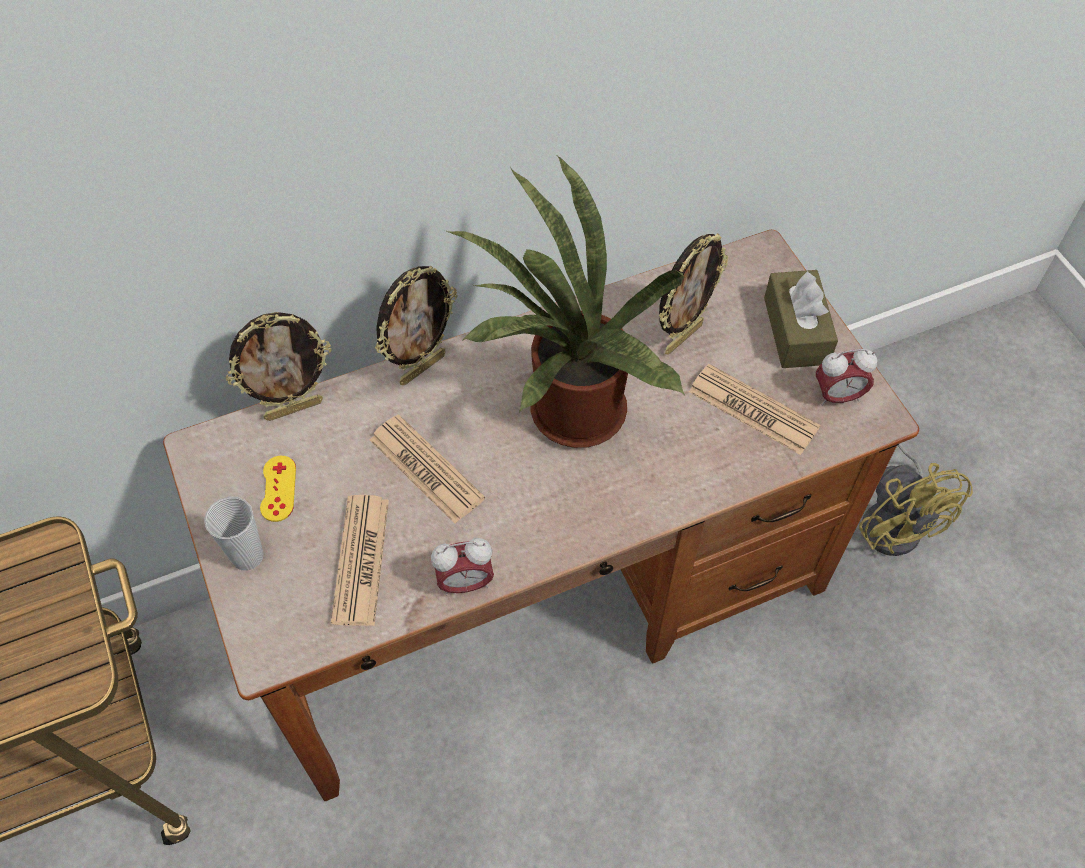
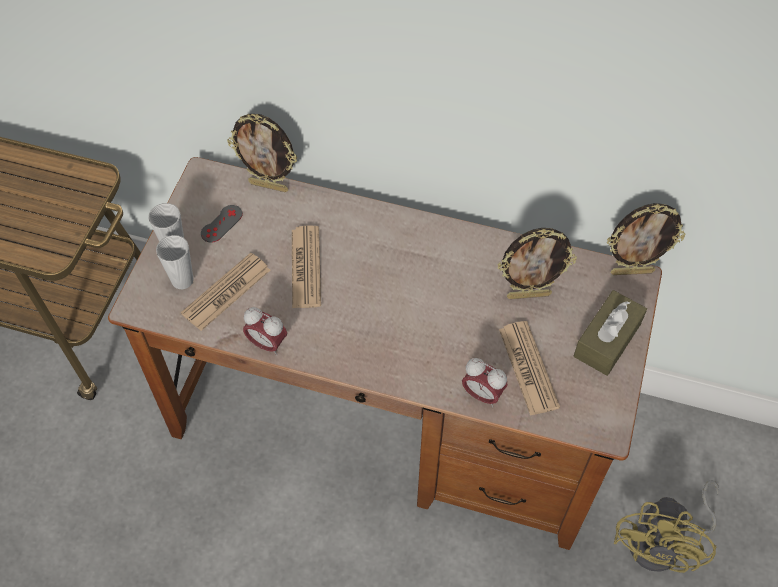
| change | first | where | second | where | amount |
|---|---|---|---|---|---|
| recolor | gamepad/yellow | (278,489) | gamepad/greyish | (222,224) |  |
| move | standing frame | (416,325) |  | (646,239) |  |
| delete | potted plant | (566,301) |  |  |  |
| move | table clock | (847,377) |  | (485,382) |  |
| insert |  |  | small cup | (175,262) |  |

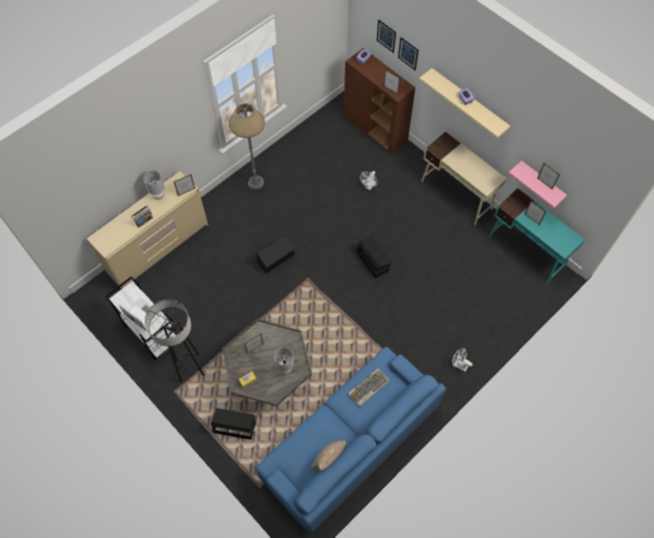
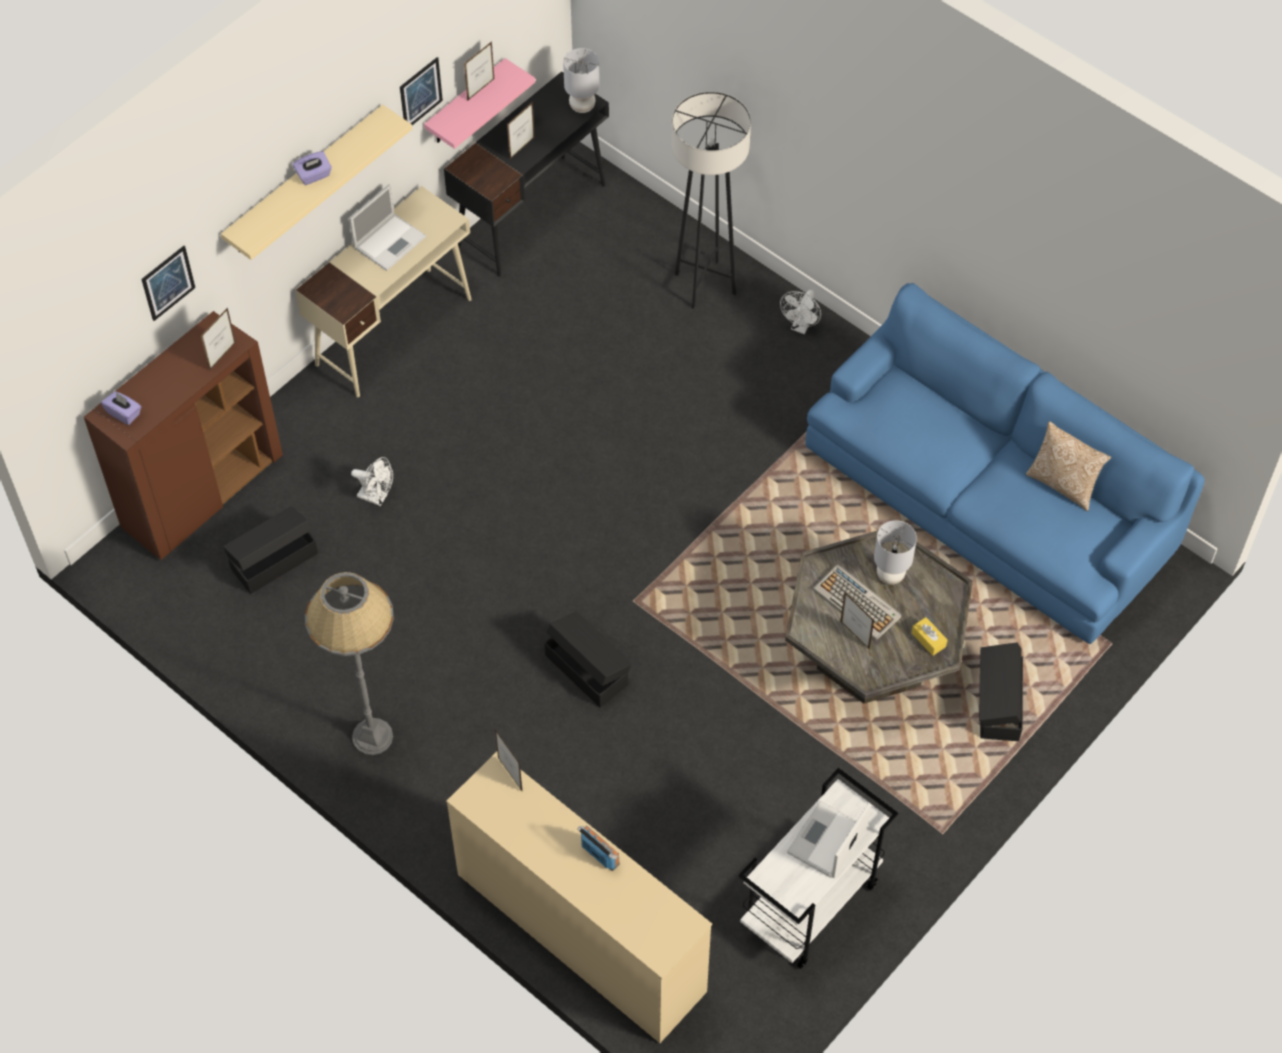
| change | first | where | second | where | amount |
|---|---|---|---|---|---|
| move | tabletop lamp/greyish | (154,185) |  | (581,80) |  |
| move | standing lamp/black | (174,341) |  | (711,200) |  |
| move | PC keyboard | (369,387) |  | (857,602) |  |
| move | storage bin/black | (374,258) |  | (270,550) |  |
| move | wall picture | (386,36) |  | (421,91) |  |
| recolor | desk/turquoise-coloured | (537,236) | desk/black | (526,174) |  |
| insert |  |  | notebook computer | (387,227) |  |

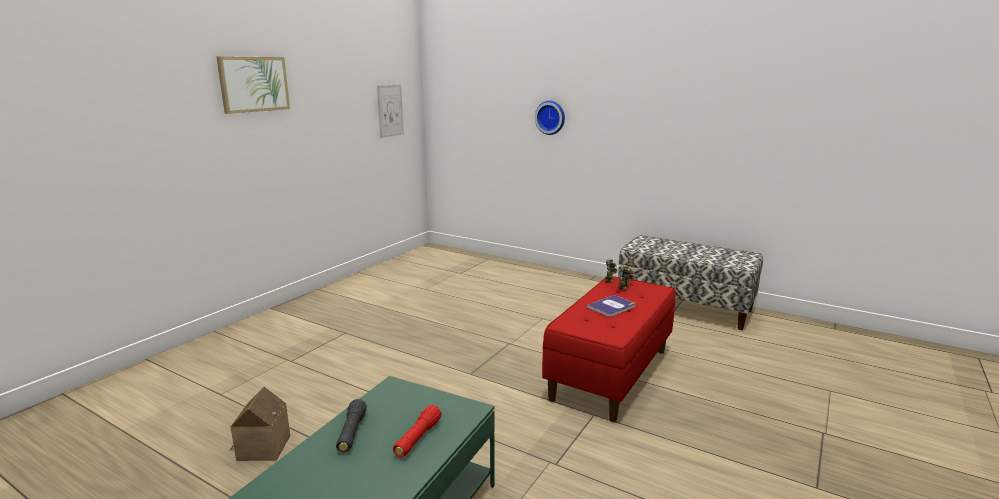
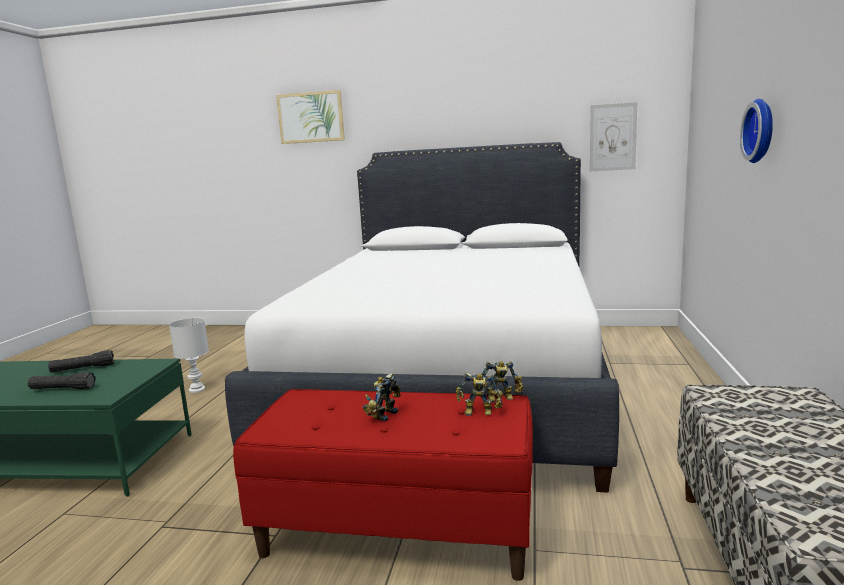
| change | first | where | second | where | amount |
|---|---|---|---|---|---|
| move | wall picture | (253,85) |  | (310,117) |  |
| replace | miniature house | (260,424) | tabletop lamp/whitish | (189,355) |  |
| recolor | hand torch/red-coloured | (417,431) | hand torch/black | (62,380) |  |
| replace | volume | (611,306) | robot figure | (381,397) |  |
| insert |  |  | sleeping bed/whitish | (422,317) |  |

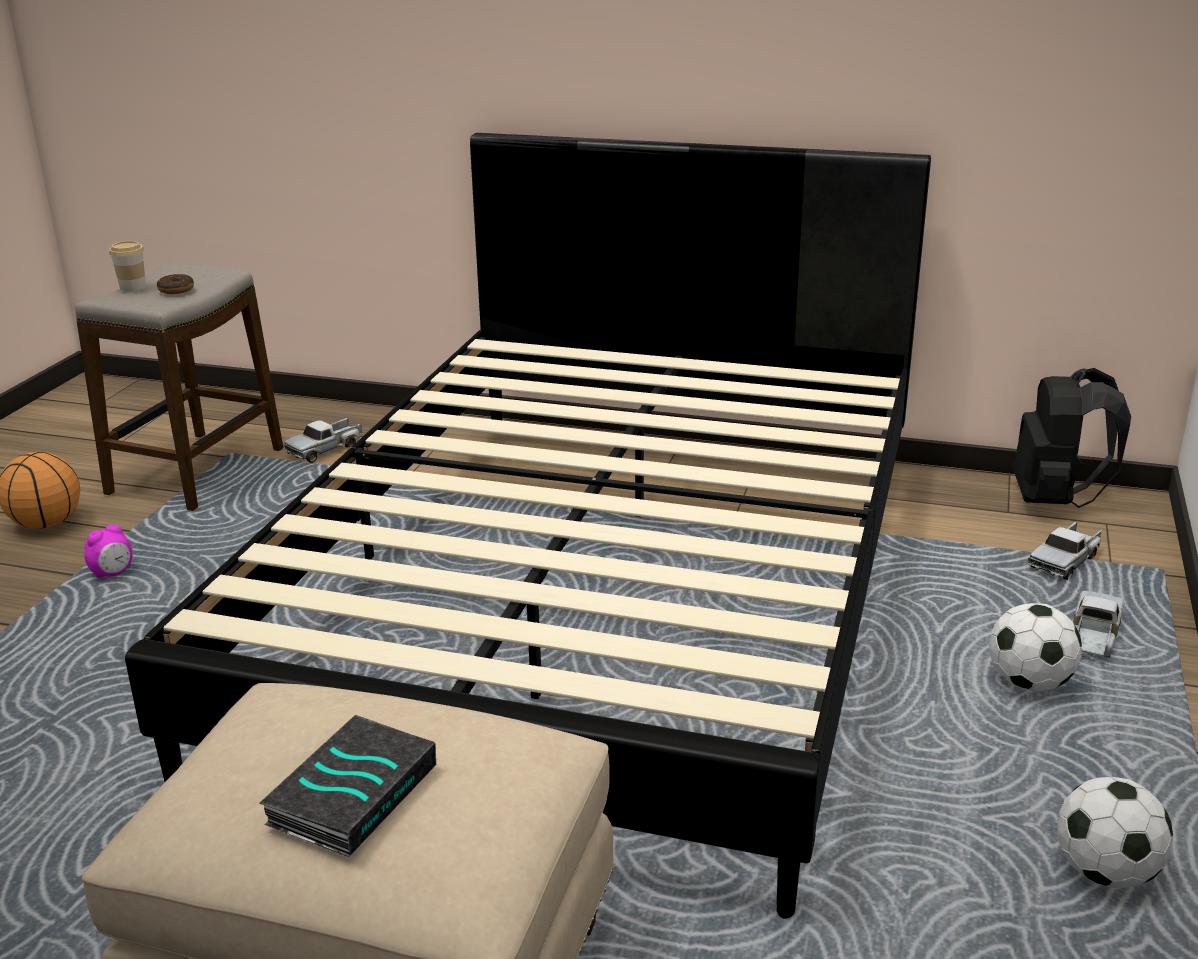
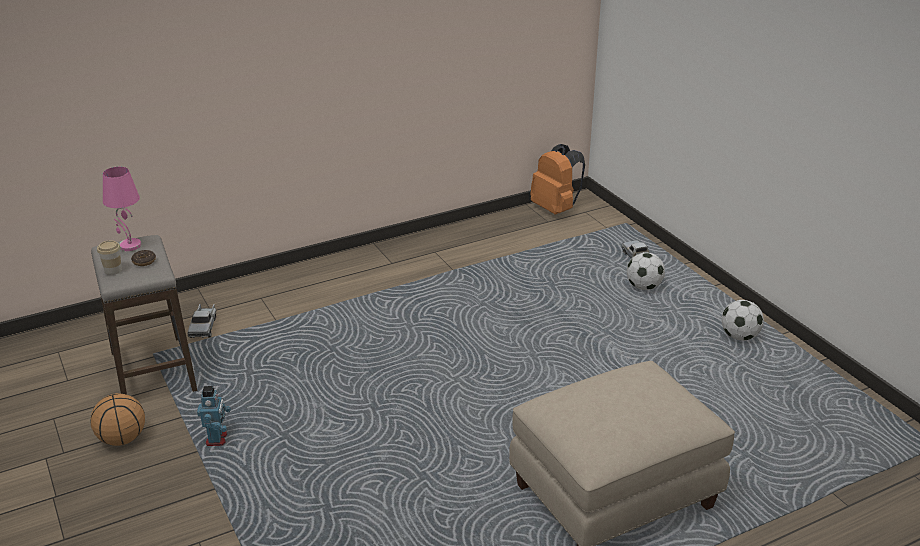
| change | first | where | second | where | amount |
|---|---|---|---|---|---|
| replace | table clock | (108,551) | robot figure | (214,416) |  |
| delete | sleeping bed/black | (528,526) |  |  |  |
| delete | volume | (347,786) |  |  |  |
| recolor | rucksack/black | (1071,438) | rucksack/orange | (557,179) |  |
| delete | toy truck | (1065,551) |  |  |  |
| insert |  |  | tabletop lamp/pink-coloured | (122,209) |  |

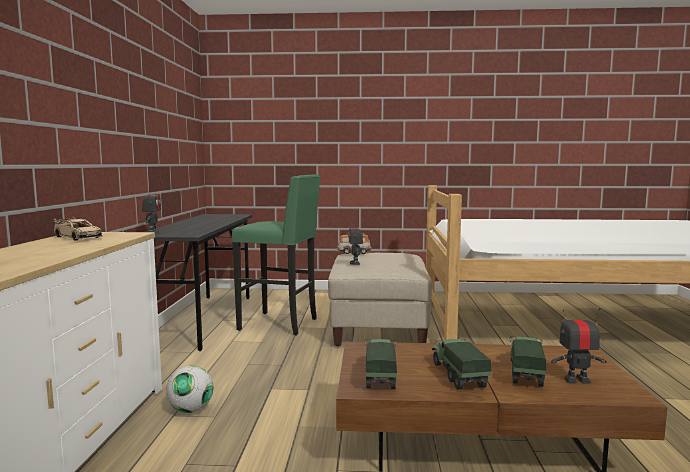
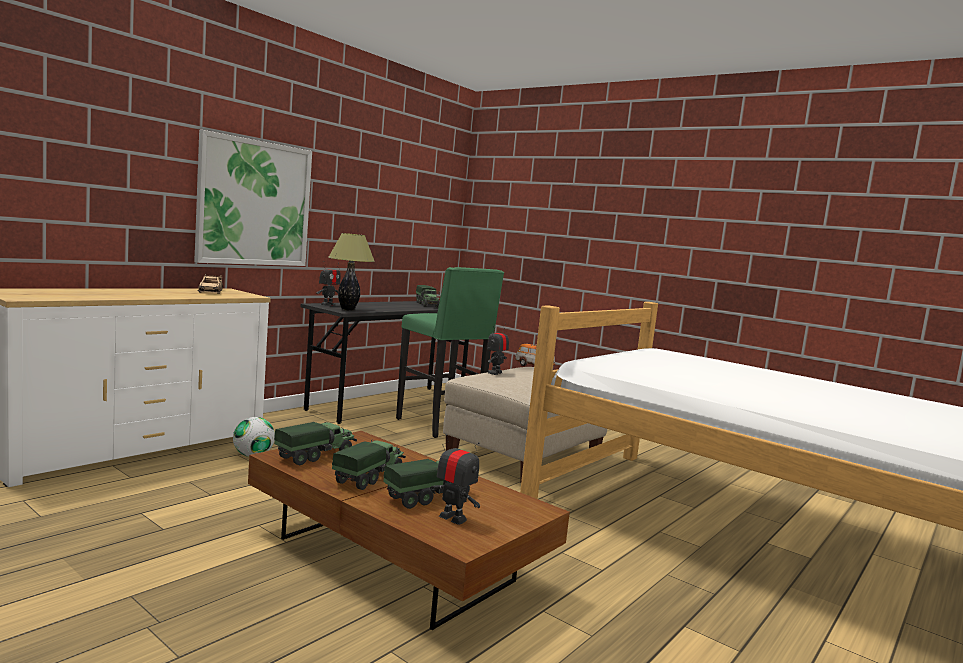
| change | first | where | second | where | amount |
|---|---|---|---|---|---|
| insert |  |  | wall picture | (253,198) |  |
| insert |  |  | tabletop lamp | (351,272) |  |
| insert |  |  | toy truck | (428,296) |  |

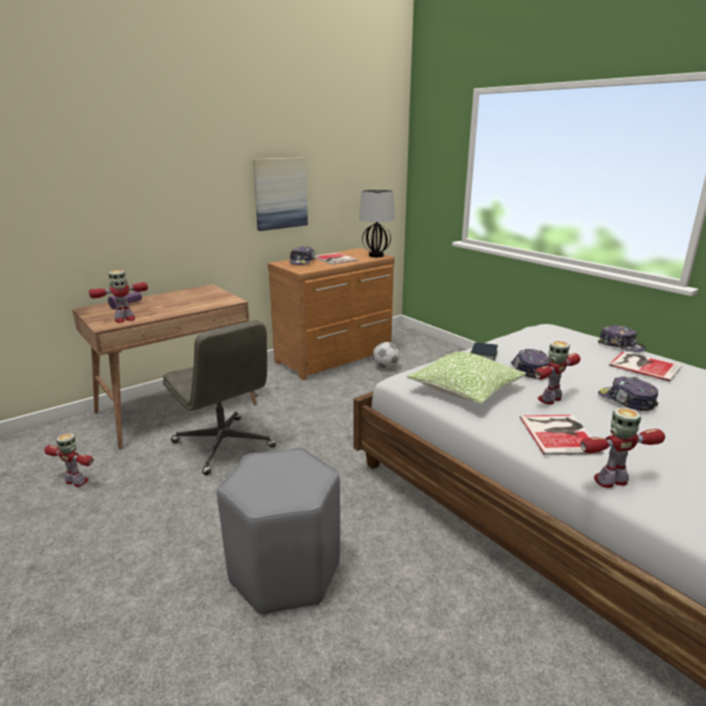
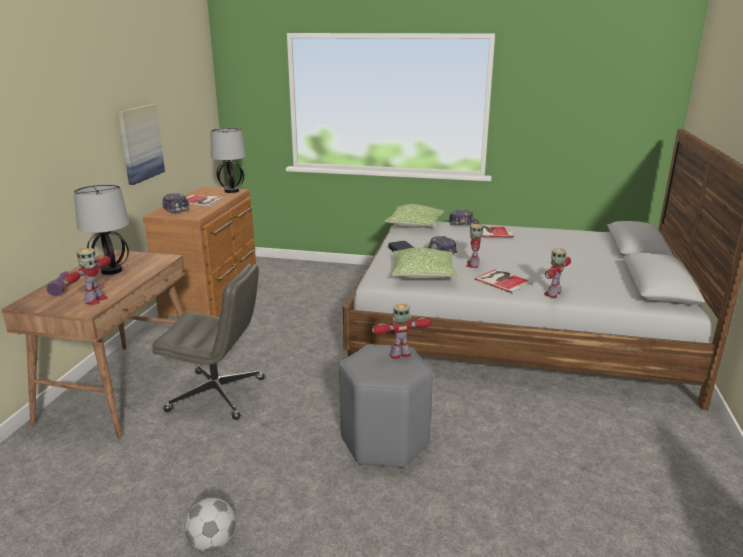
| change | first | where | second | where | amount |
|---|---|---|---|---|---|
| move | robot figure | (69,460) |  | (401,331) |  |
| move | football | (386,355) |  | (210,525) |  |
| delete | baseball cap | (628,394) |  |  |  |
| insert |  |  | tabletop lamp | (101,229) |  |
| insert |  |  | throw pillow | (414,216) |  |

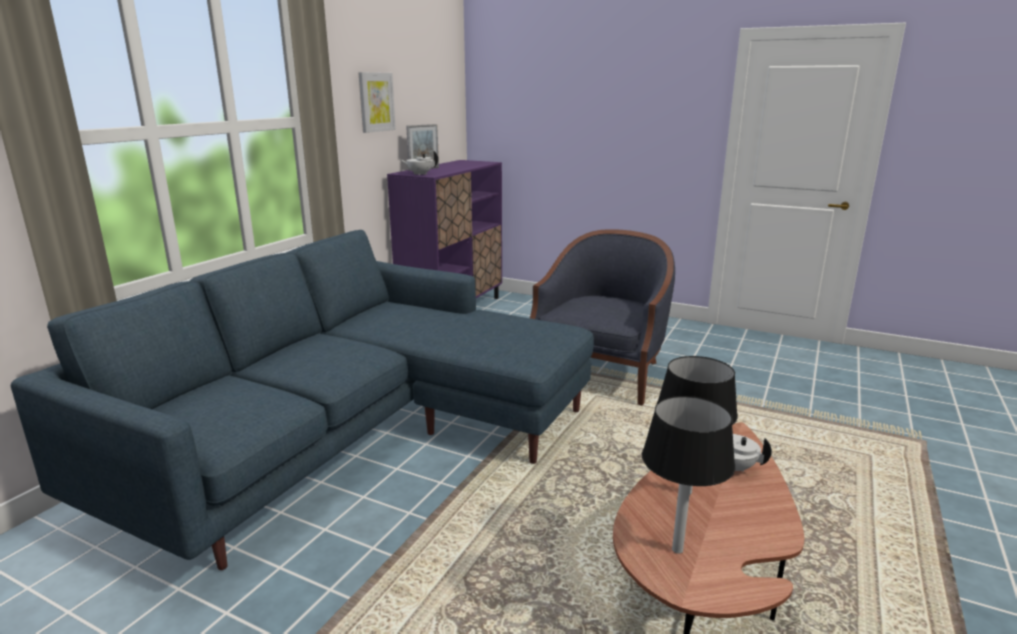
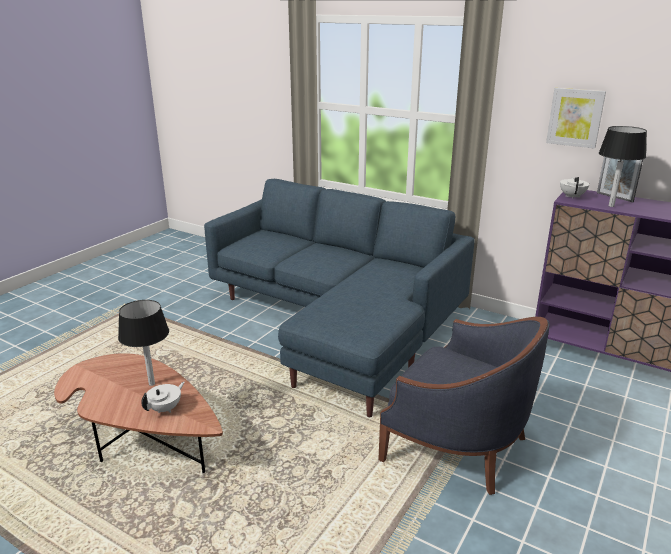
| change | first | where | second | where | amount |
|---|---|---|---|---|---|
| move | tabletop lamp/black | (688,475) |  | (623,166) |  |

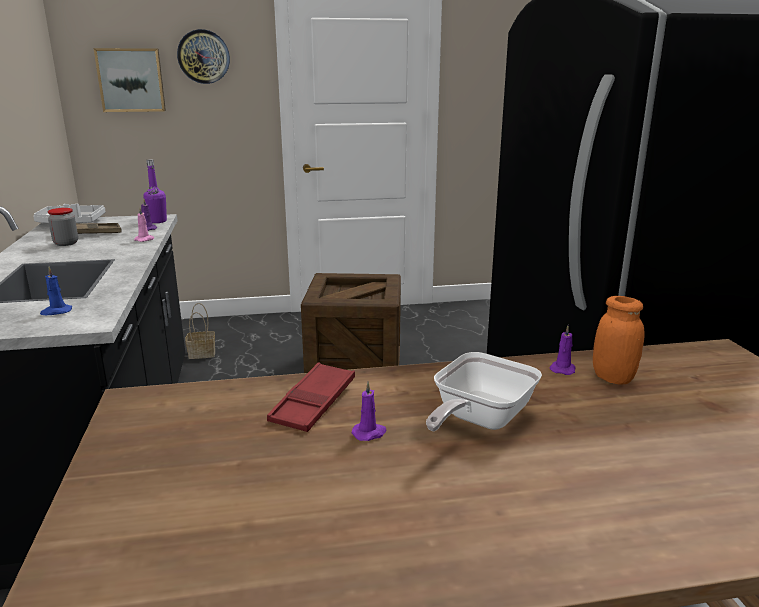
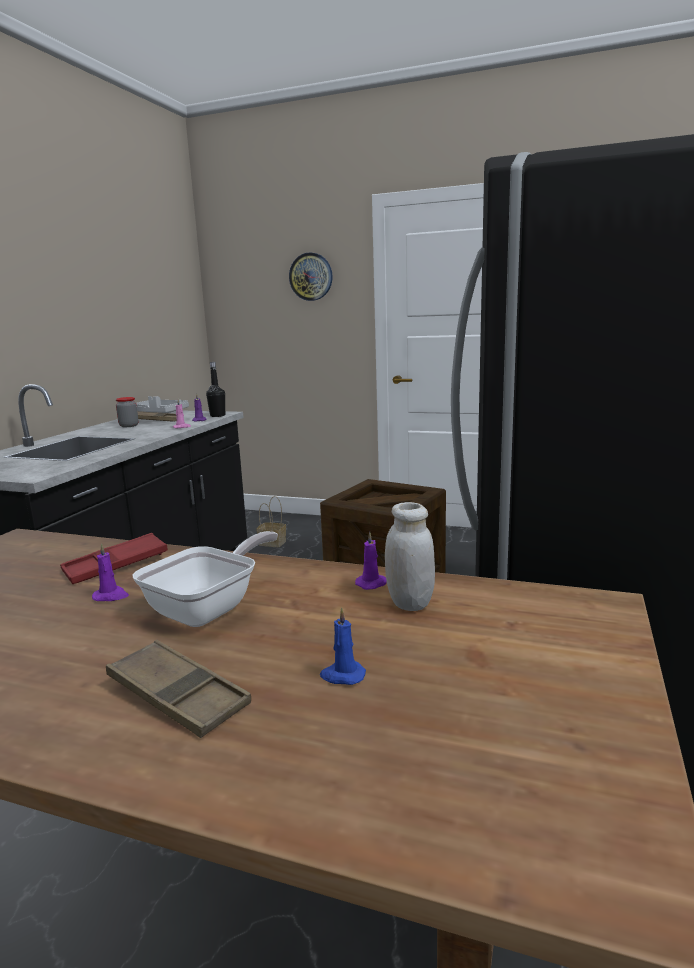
| change | first | where | second | where | amount |
|---|---|---|---|---|---|
| move | wax light/bluish | (56,291) |  | (343,646) |  |
| delete | wall picture | (130,80) |  |  |  |
| recolor | beverage bottle/purple-coloured | (155,191) | beverage bottle/black | (215,389) |  |
| rotate | frying pan | (484,391) |  | (205,579) | 150 degrees clockwise |
| recolor | storage jar/orange | (619,340) | storage jar/whitish | (410,556) |  |
| insert |  |  | tray/brownish | (178,689) |  |

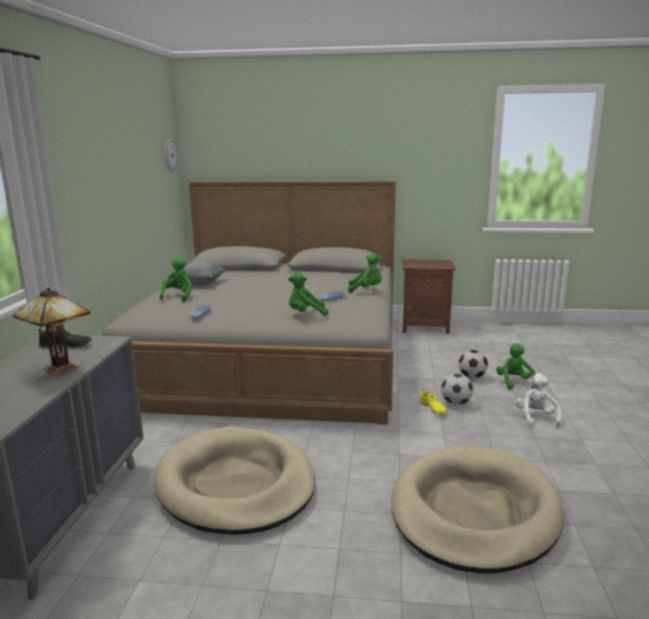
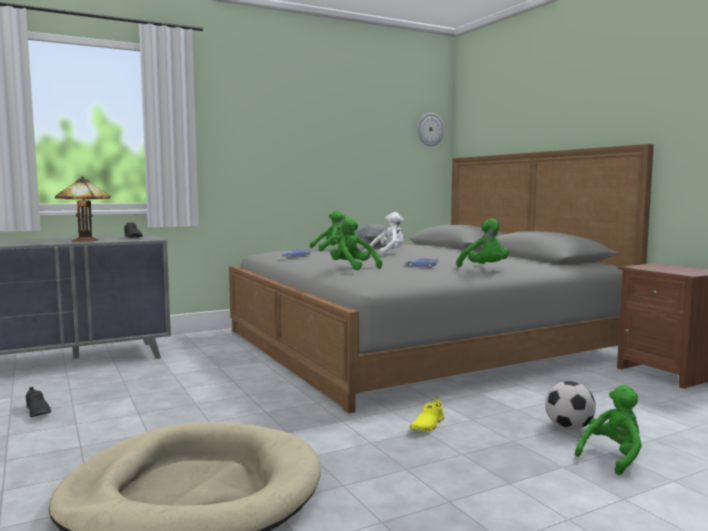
| change | first | where | second | where | amount |
|---|---|---|---|---|---|
| delete | pet bed/beige | (234,481) |  |  |  |
| delete | football | (457,389) |  |  |  |
| move | soft toy/whitish | (539,400) |  | (384,234) |  |
| insert |  |  | item of footwear/black | (38,402) |  |

